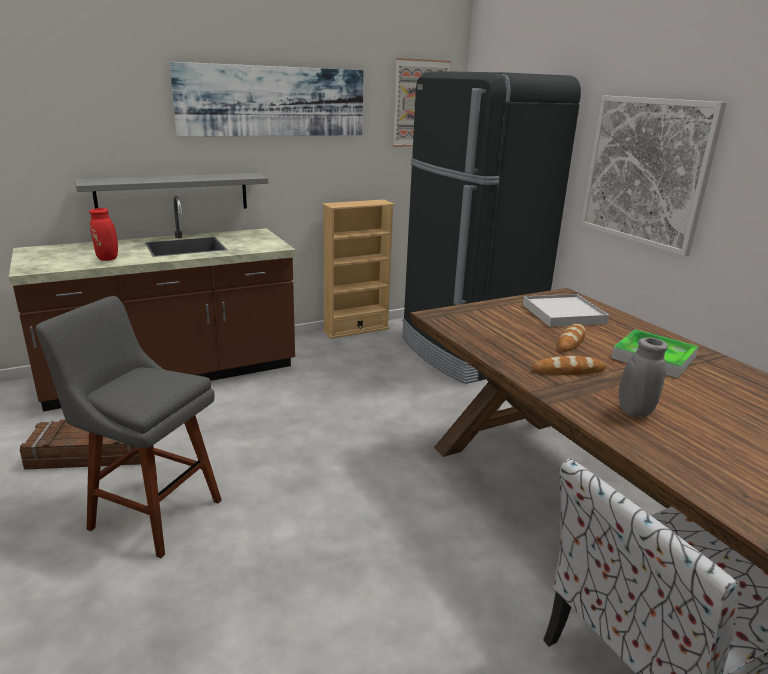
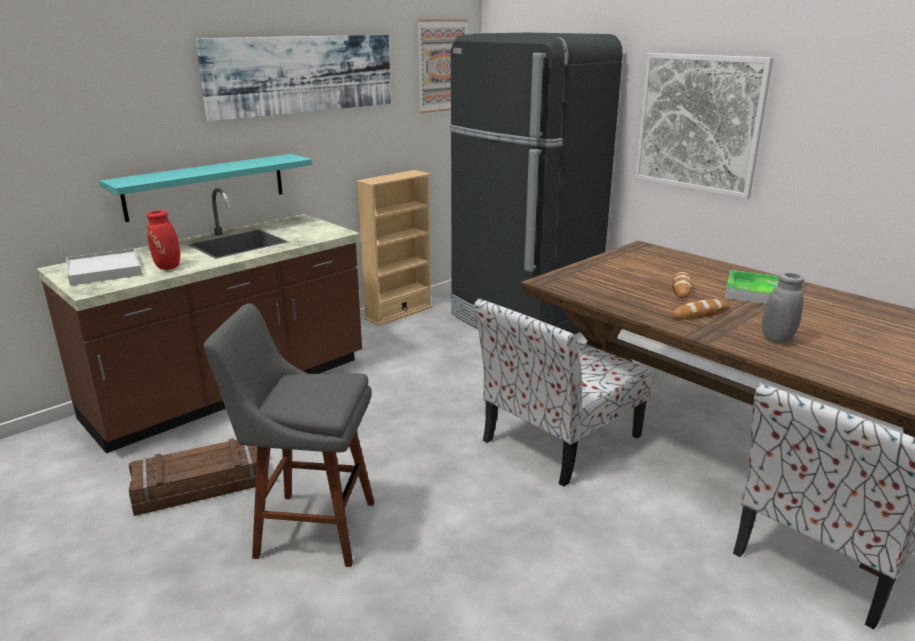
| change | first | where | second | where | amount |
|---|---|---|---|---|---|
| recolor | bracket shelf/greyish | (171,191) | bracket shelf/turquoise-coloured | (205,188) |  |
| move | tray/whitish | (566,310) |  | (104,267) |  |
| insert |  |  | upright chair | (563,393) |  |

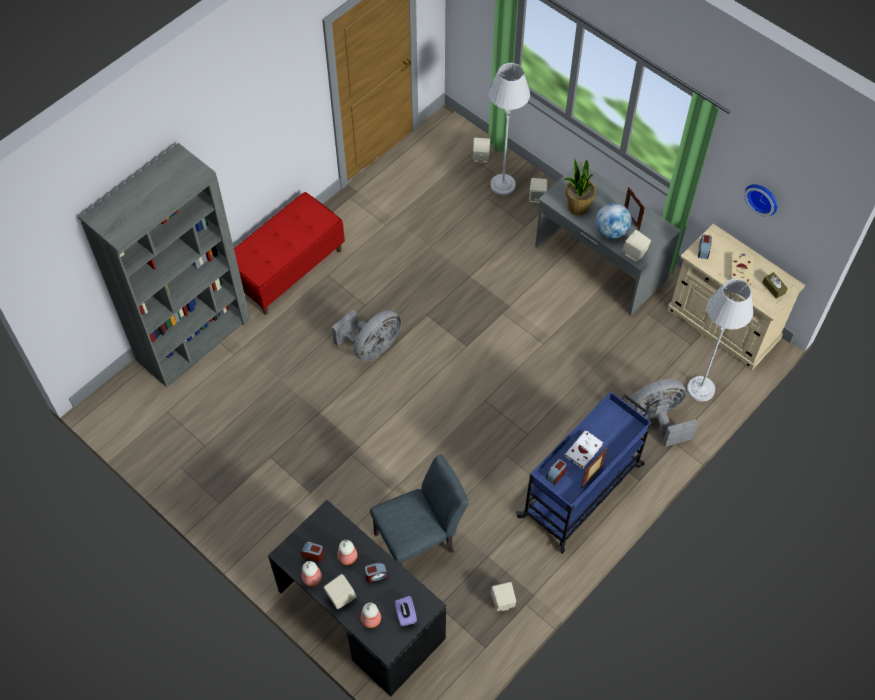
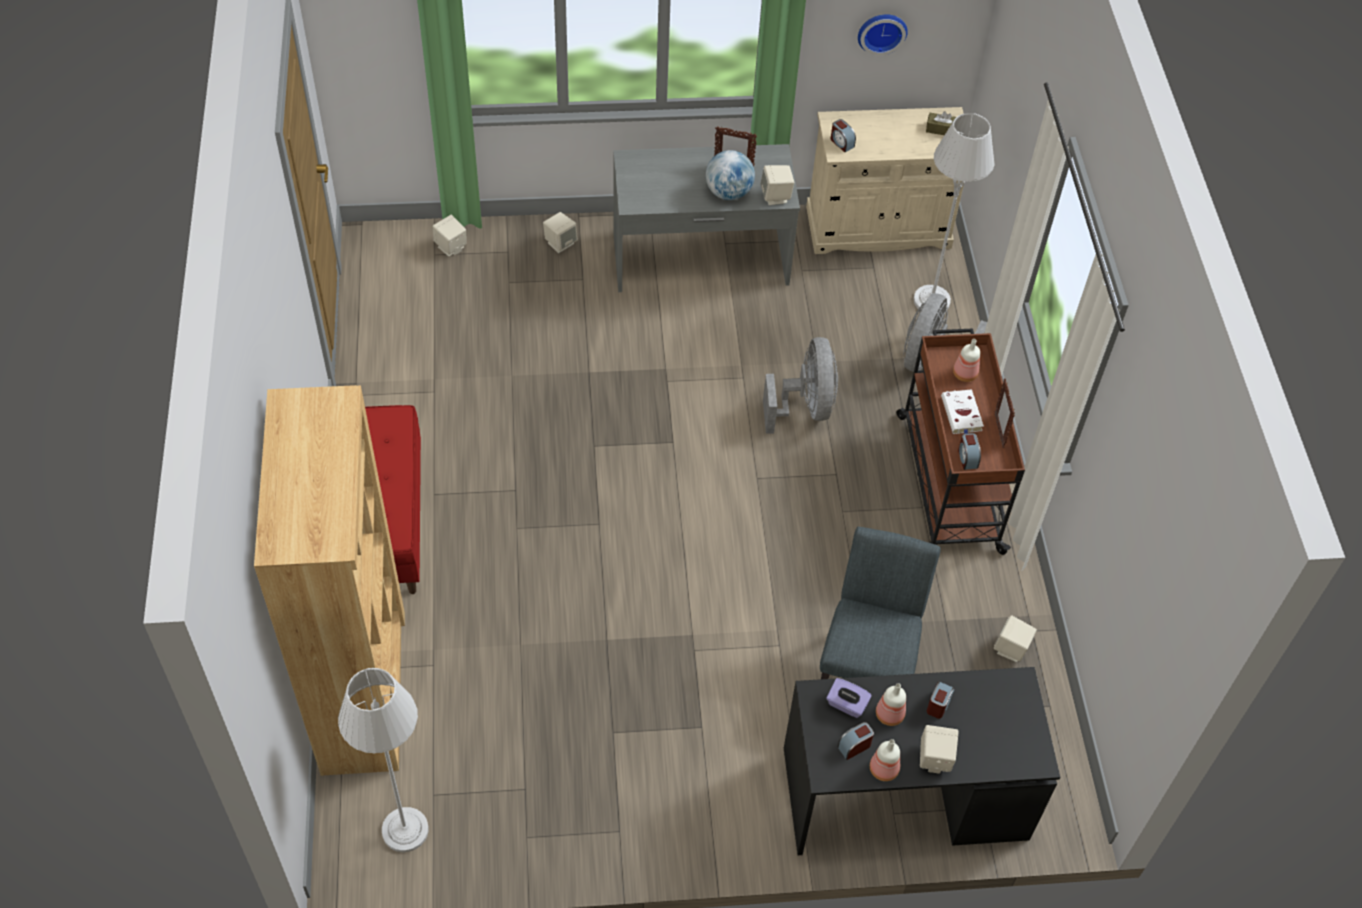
| change | first | where | second | where | amount |
|---|---|---|---|---|---|
| recolor | bookshelf/greyish | (165,265) | bookshelf/brownish | (329,580) |  |
| move | electric fan/greyish | (366,336) |  | (800,385) |  |
| move | beverage bottle | (371,615) |  | (966,360) |  |
| move | tissue box/purple-coloured | (406,611) |  | (849,698) |  |
| move | standing lamp/greyish | (509,129) |  | (383,760) |  |
| recolor | cart/bluish | (584,472) | cart/brownish | (960,442) |  |
| delete | potted plant | (579,186) |  |  |  |
| delete | volume/beige | (741,270) |  |  |  |

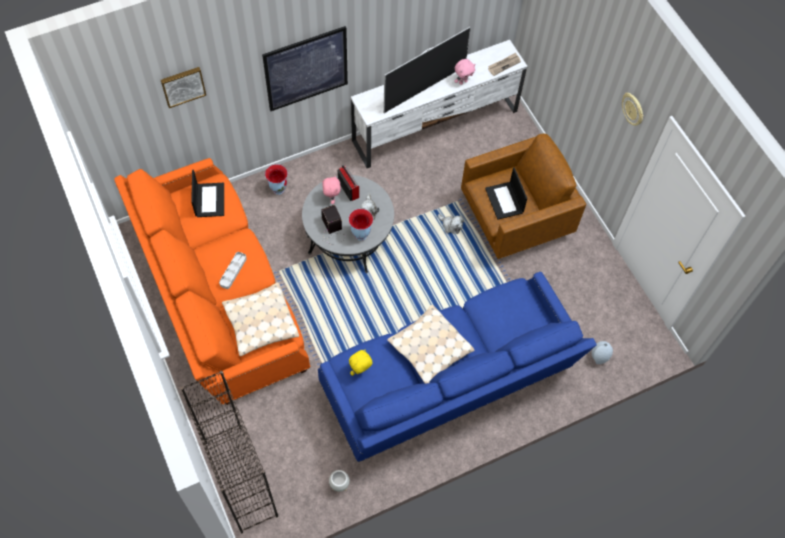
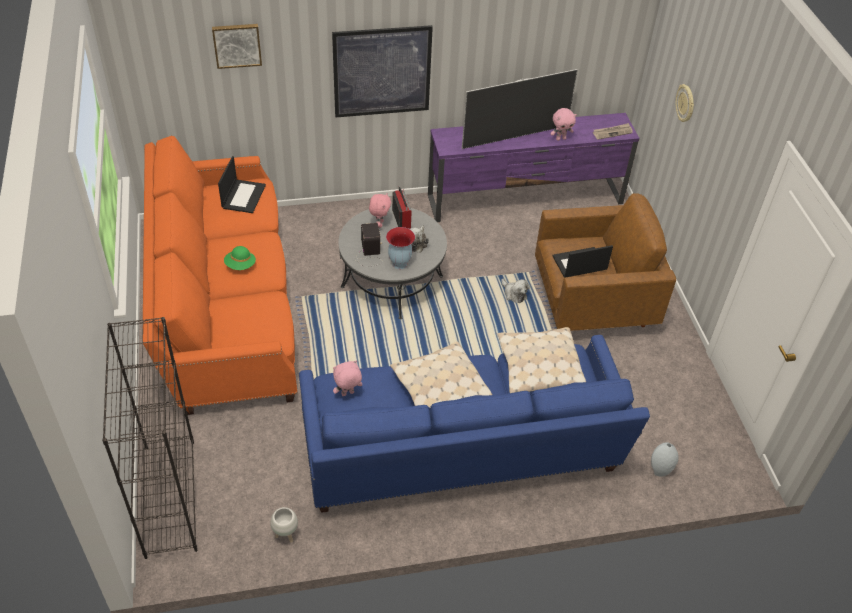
| change | first | where | second | where | amount |
|---|---|---|---|---|---|
| replace | tray/greyish | (233,270) | hat/green-coloured | (240,258) |  |
| move | throw pillow/beige | (260,319) |  | (541,360) |  |
| delete | vase | (276,179) |  |  |  |
| recolor | soft toy/yellow | (361,362) | soft toy/pink-coloured | (347,378) |  |
| recolor | tv stand/whitish | (439,104) | tv stand/purple-coloured | (534,167) |  |
| rotate | notebook computer | (506,194) |  | (582,261) | 75 degrees clockwise |
| move | hanging clock | (633,109) |  | (685,103) |  |

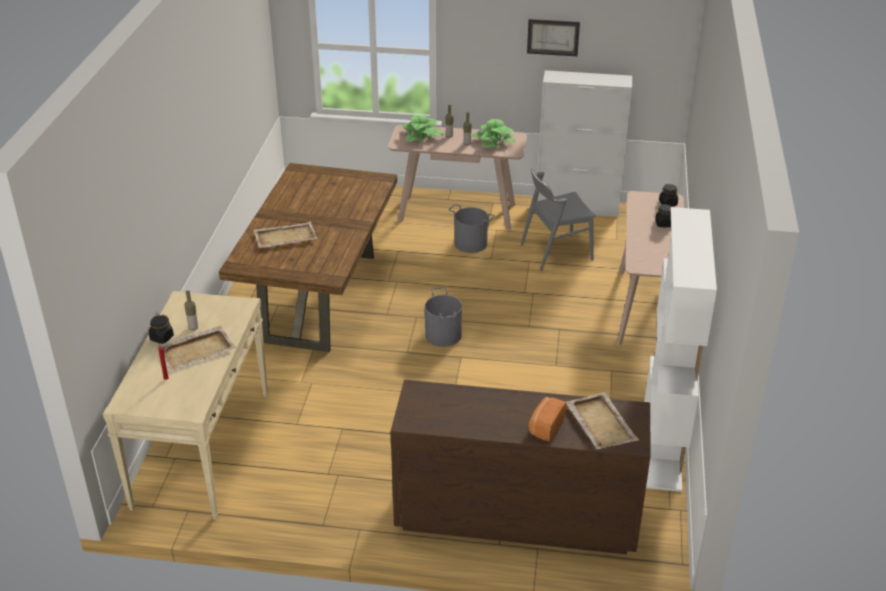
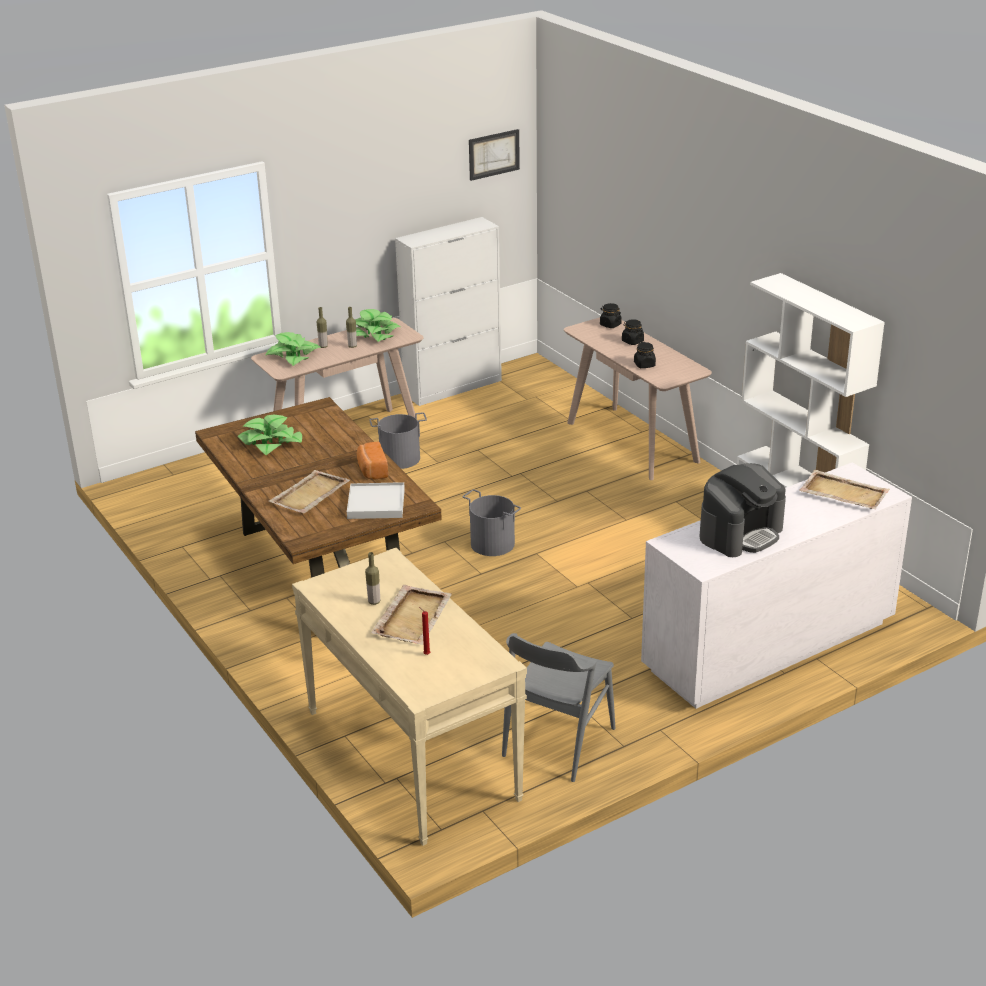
| change | first | where | second | where | amount |
|---|---|---|---|---|---|
| move | storage jar/black | (161,329) |  | (645,355) |  |
| recolor | chest of drawers/brownish | (521,467) | chest of drawers/whitish | (776,585) |  |
| move | upright chair/greyish | (558,219) |  | (558,707) |  |
| move | wall picture | (553,37) |  | (494,155) |  |
| move | bakery bread | (547,419) |  | (372,460) |  |
| insert |  |  | potted plant | (270,435) |  |
| insert |  |  | tray/whitish | (376,500) |  |
| insert |  |  | coffee brewer | (743,510) |  |

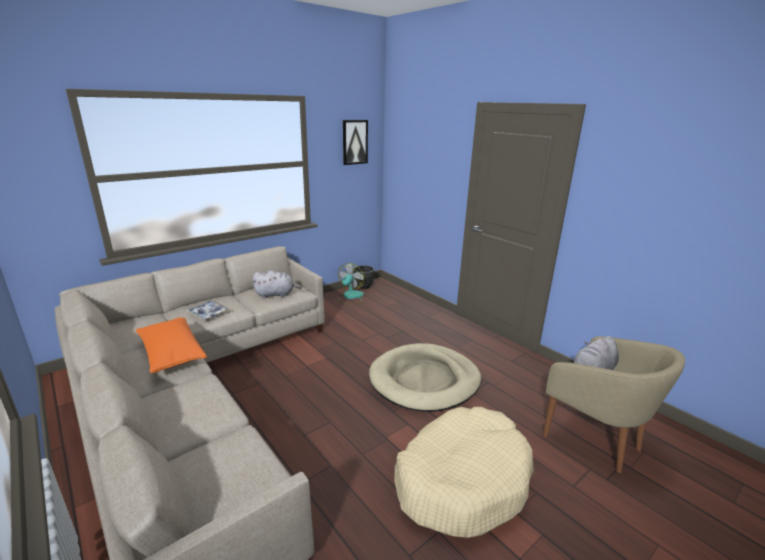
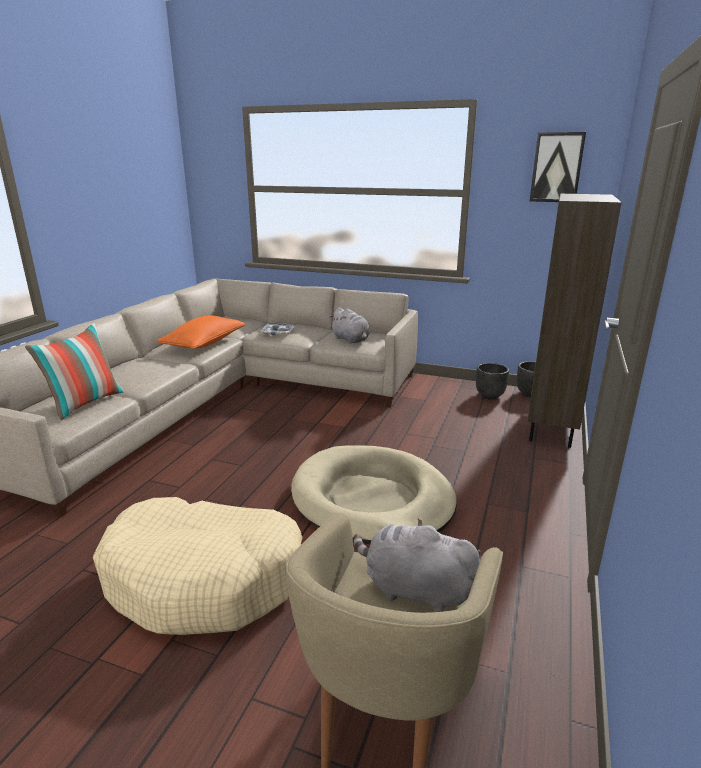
| change | first | where | second | where | amount |
|---|---|---|---|---|---|
| replace | electric fan | (351,283) | planter/black | (492,381) |  |
| insert |  |  | throw pillow | (74,371) |  |
| insert |  |  | bookshelf/brownish | (575,321) |  |

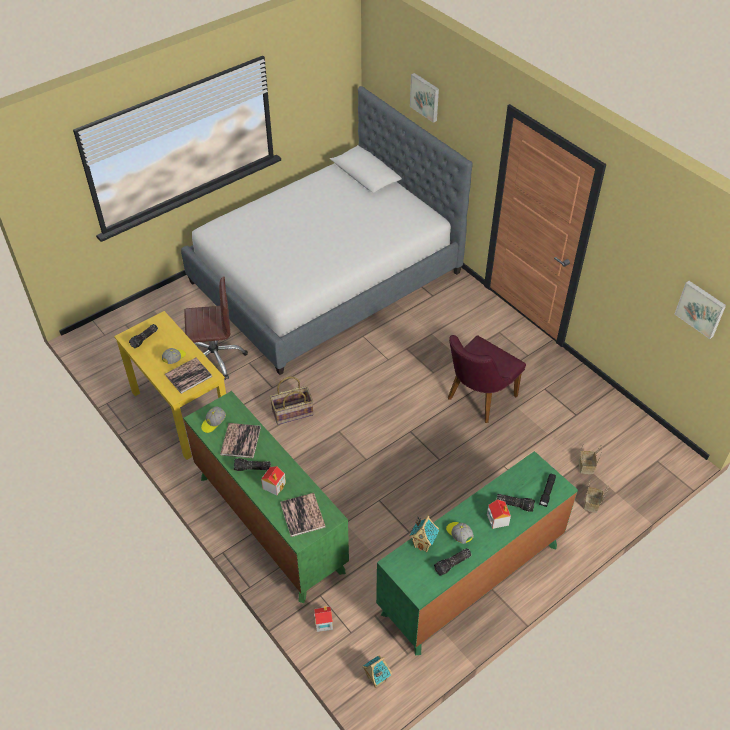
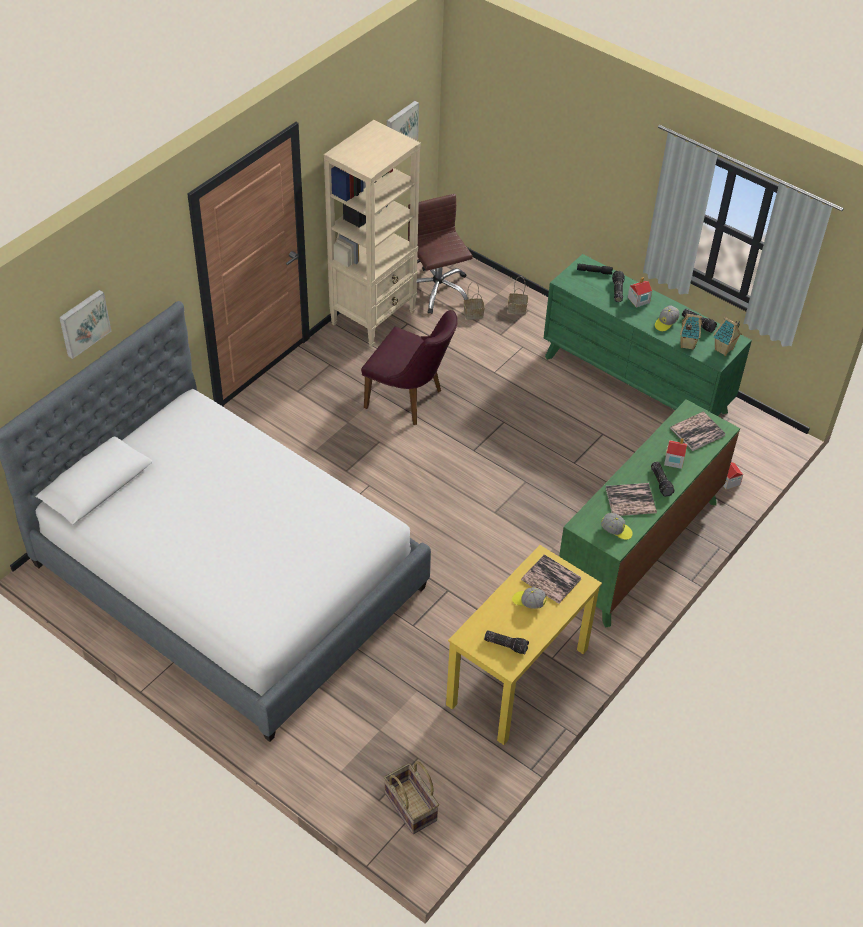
| change | first | where | second | where | amount |
|---|---|---|---|---|---|
| move | office chair/brownish | (216,328) |  | (440,254) |  |
| move | storage basket | (291,401) |  | (411,797) |  |
| move | miniature house | (377,672) |  | (727,336) |  |
| insert |  |  | bookshelf/beige | (372,233) |  |

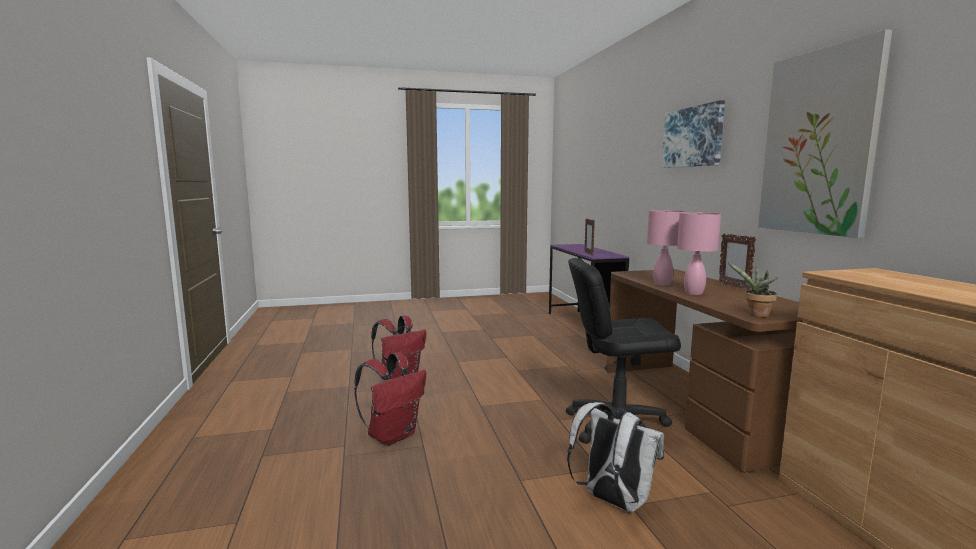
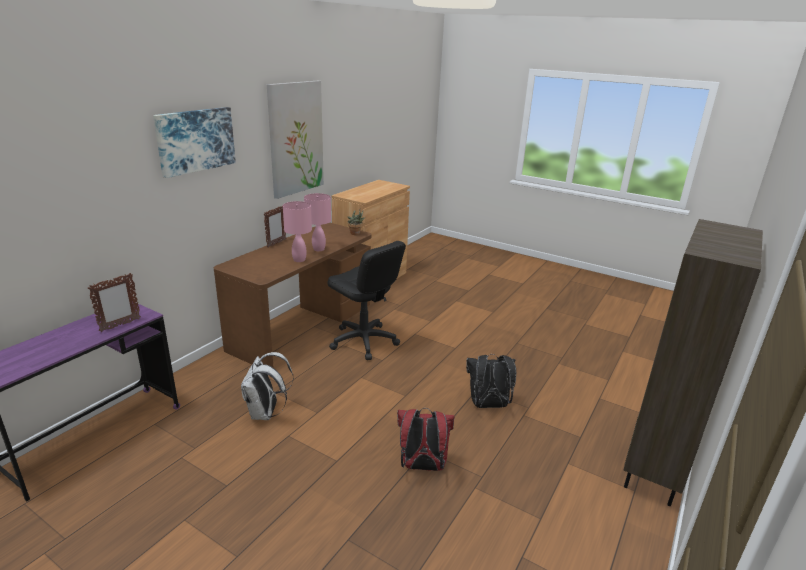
| change | first | where | second | where | amount |
|---|---|---|---|---|---|
| recolor | rucksack/red-coloured | (390,398) | rucksack/black | (491,381) |  |
| move | rucksack/whitish | (615,457) |  | (267,386) |  |
| insert |  |  | bookshelf/brownish | (693,362) |  |

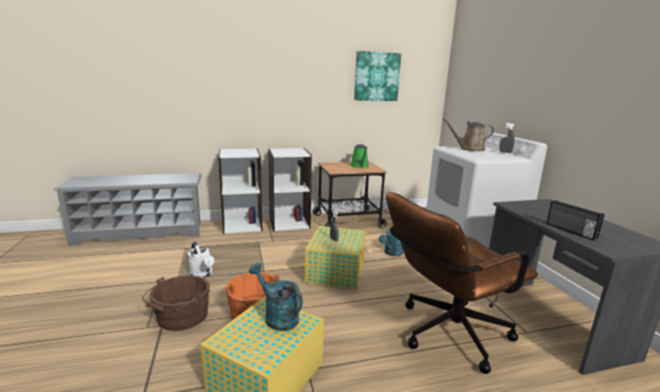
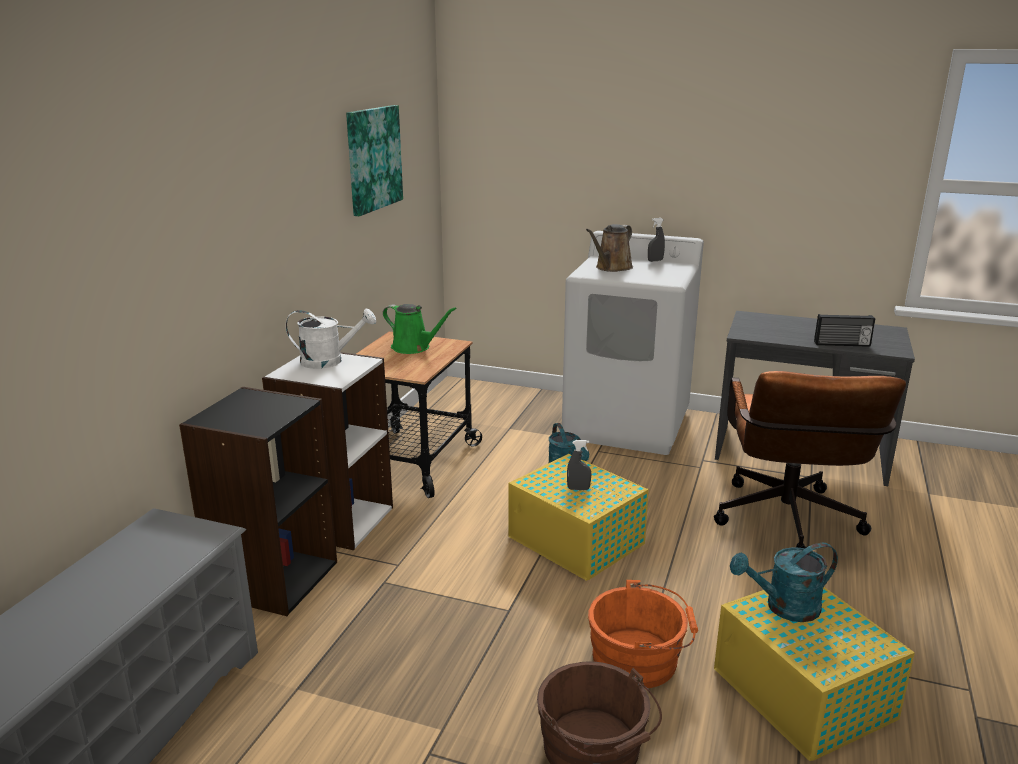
| change | first | where | second | where | amount |
|---|---|---|---|---|---|
| move | sprinkling can/whitish | (201,259) |  | (330,339) |  |
| recolor | bookshelf/whitish | (240,191) | bookshelf/black | (258,501) |  |

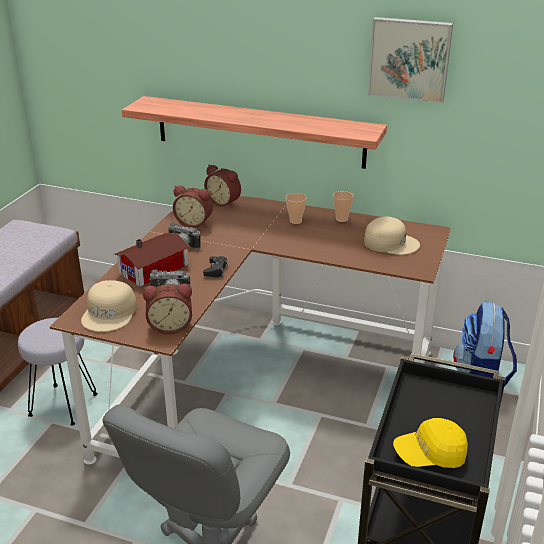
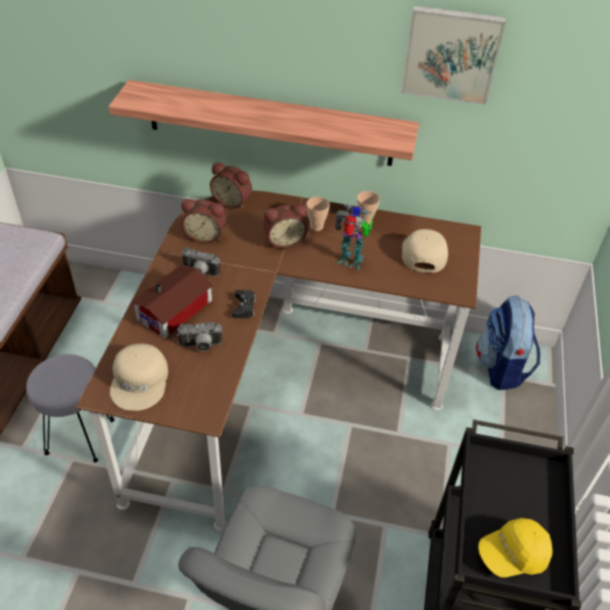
| change | first | where | second | where | amount |
|---|---|---|---|---|---|
| move | table clock | (167,308) |  | (285,226) |  |
| rotate | baseball cap/beige | (392,235) |  | (425,251) | 90 degrees counterclockwise |
| insert |  |  | robot figure | (354,237) |  |

